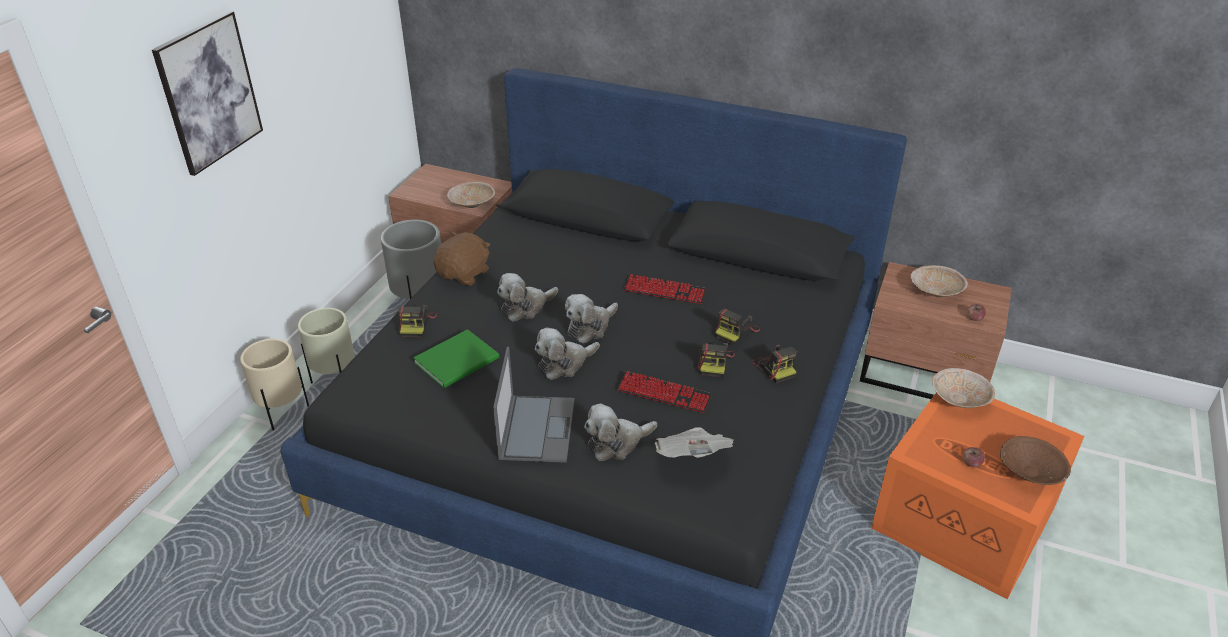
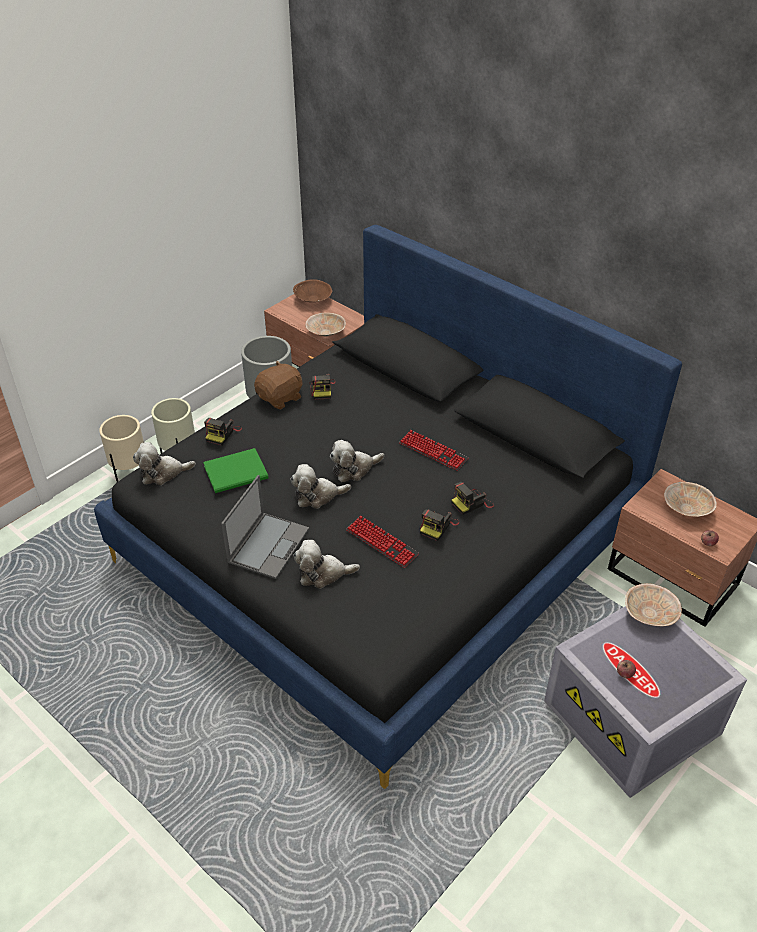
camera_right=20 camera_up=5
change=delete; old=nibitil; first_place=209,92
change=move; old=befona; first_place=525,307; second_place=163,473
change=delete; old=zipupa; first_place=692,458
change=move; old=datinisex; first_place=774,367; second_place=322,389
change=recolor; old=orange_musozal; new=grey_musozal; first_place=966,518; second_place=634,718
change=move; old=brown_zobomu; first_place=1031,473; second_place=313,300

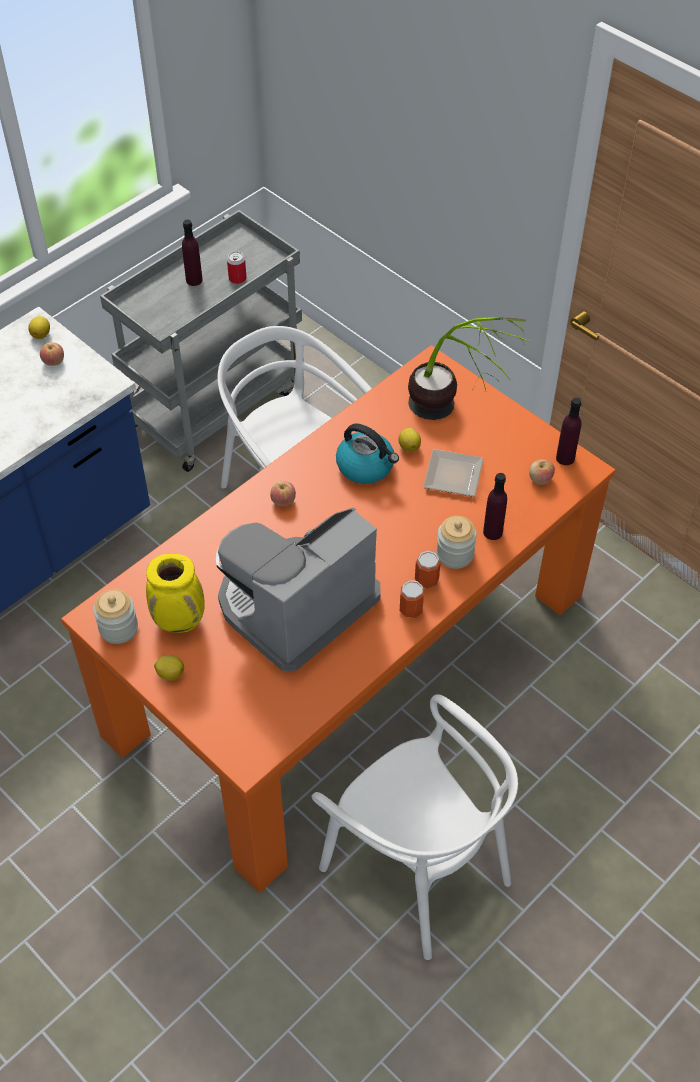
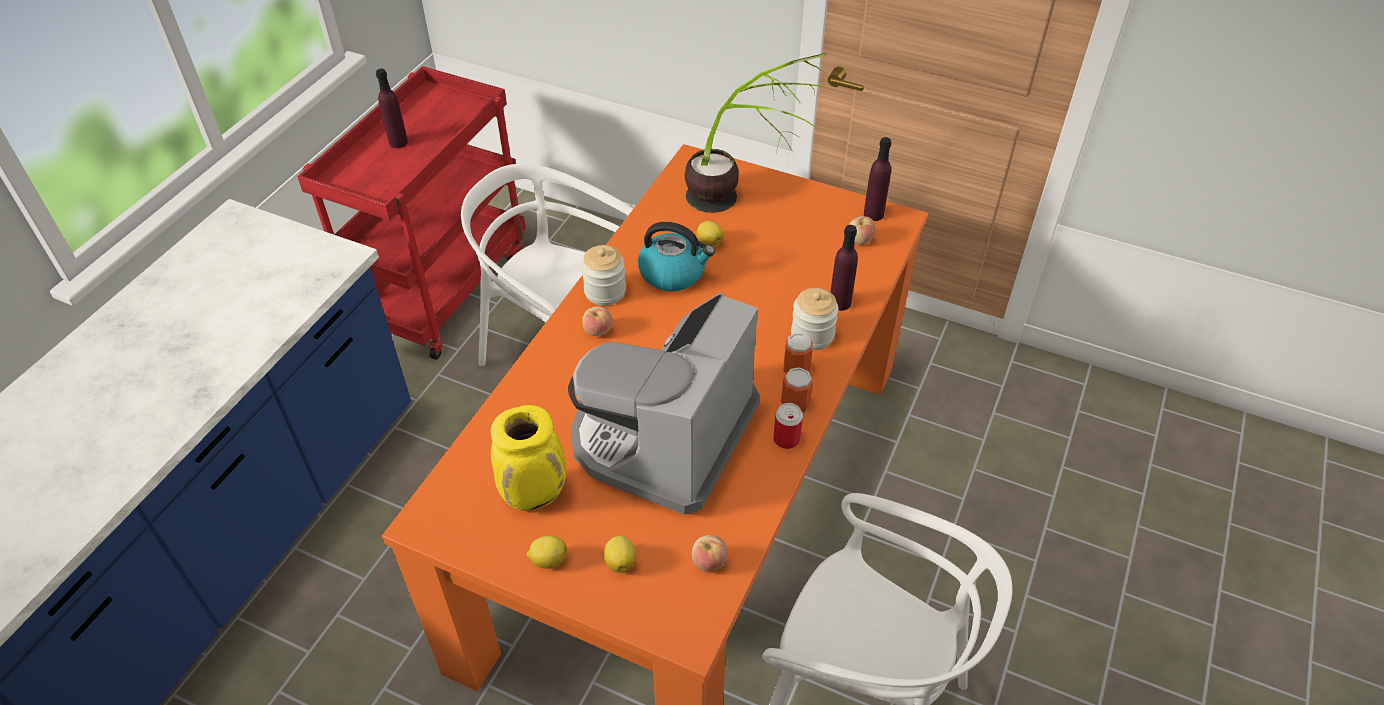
camera_right=-20 camera_up=-5
change=move; old=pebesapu; first_place=41,334; second_place=620,561
change=move; old=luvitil; first_place=53,362; second_place=709,562
change=move; old=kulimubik; first_place=118,628; second_place=605,291
change=recolor; old=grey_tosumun; new=red_tosumun; first_place=216,406; second_place=442,288
change=move; old=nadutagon; first_place=237,278; second_place=786,439
change=delete; old=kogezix; first_place=451,474

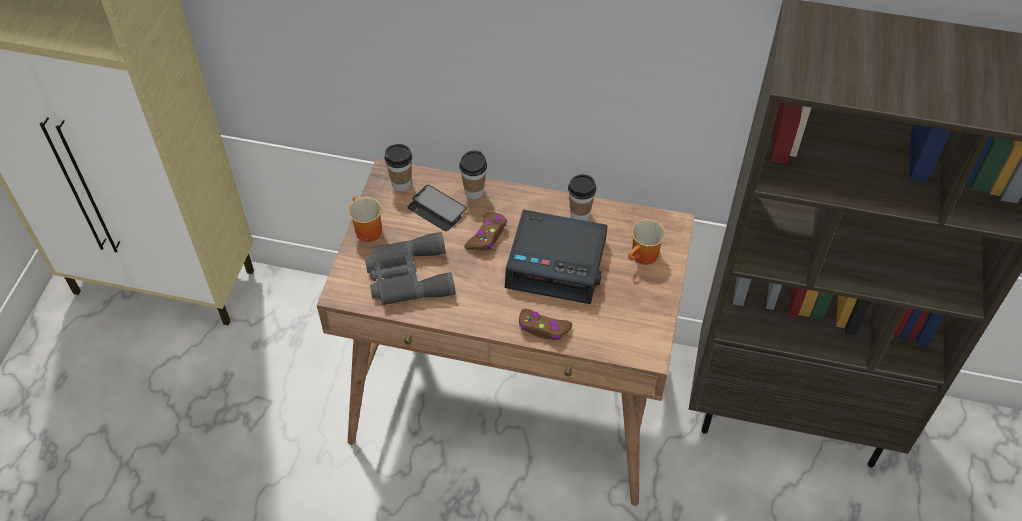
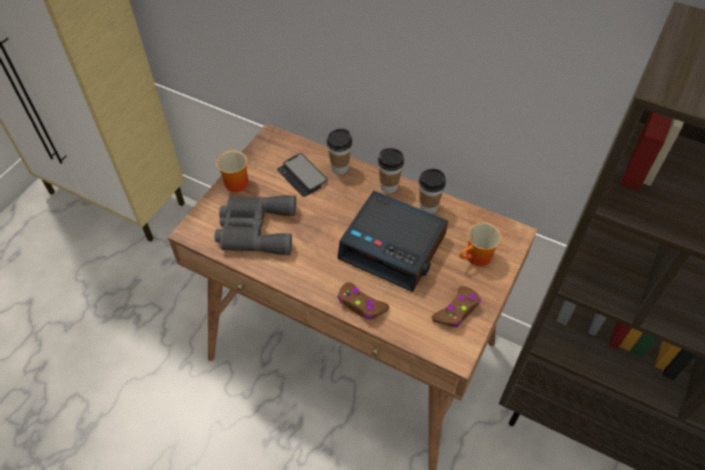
camera_right=15 camera_up=0
change=move; old=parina; first_place=401,184; second_place=389,186
change=move; old=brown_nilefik; first_place=487,236; second_place=457,311

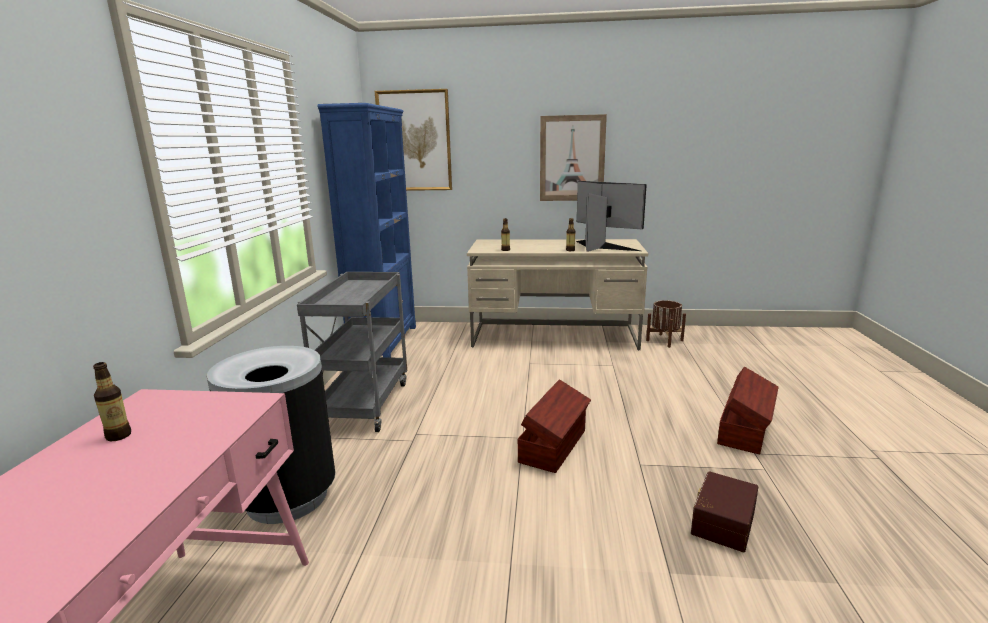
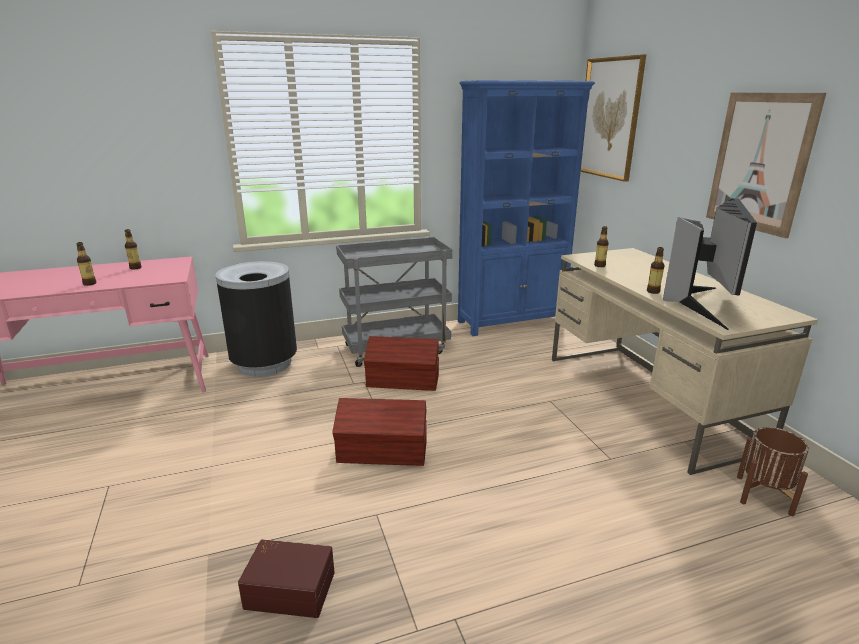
camera_right=65 camera_up=5
change=move; old=brown_musozal; first_place=745,430; second_place=403,381
change=insert; new=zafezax; second_place=90,283

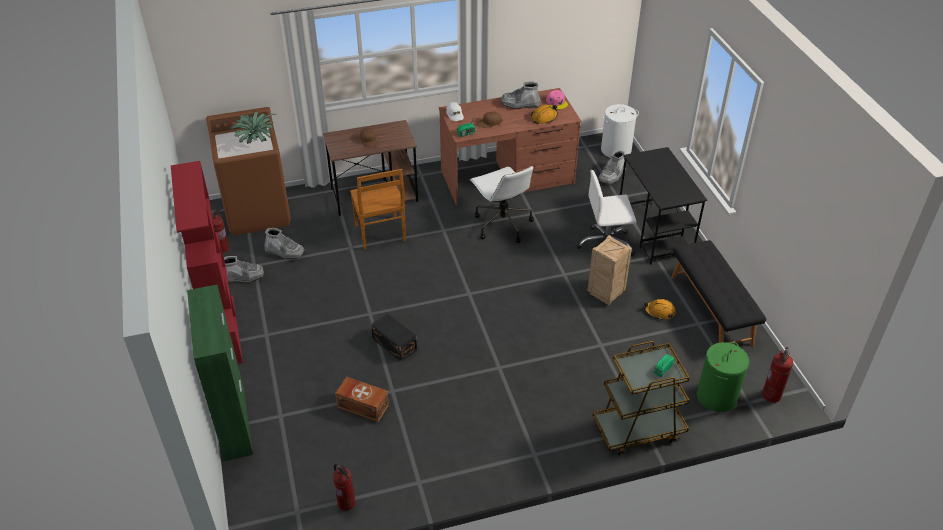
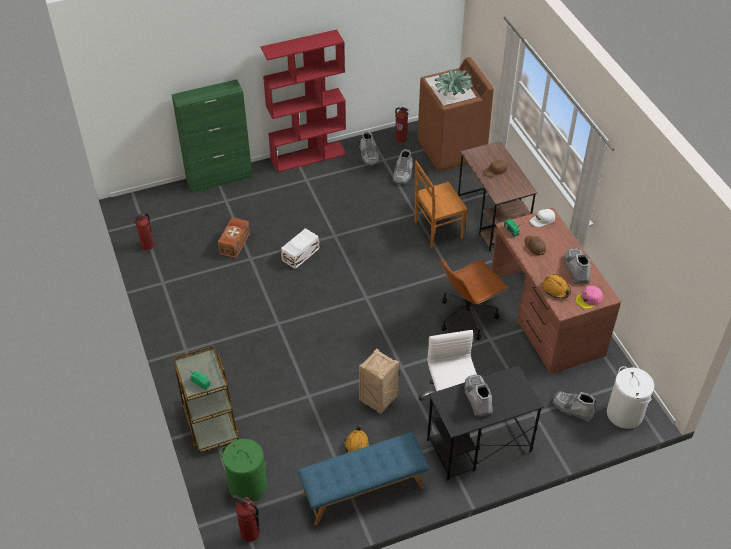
camera_right=85 camera_up=5
change=recolor; old=black_musozal; new=white_musozal; first_place=394,345; second_place=300,254
change=recolor; old=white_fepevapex; new=brown_fepevapex; first_place=502,224; second_place=467,316
change=recolor; old=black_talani; new=blue_talani; first_place=711,310; second_place=363,491
change=insert; new=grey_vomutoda; second_place=477,398

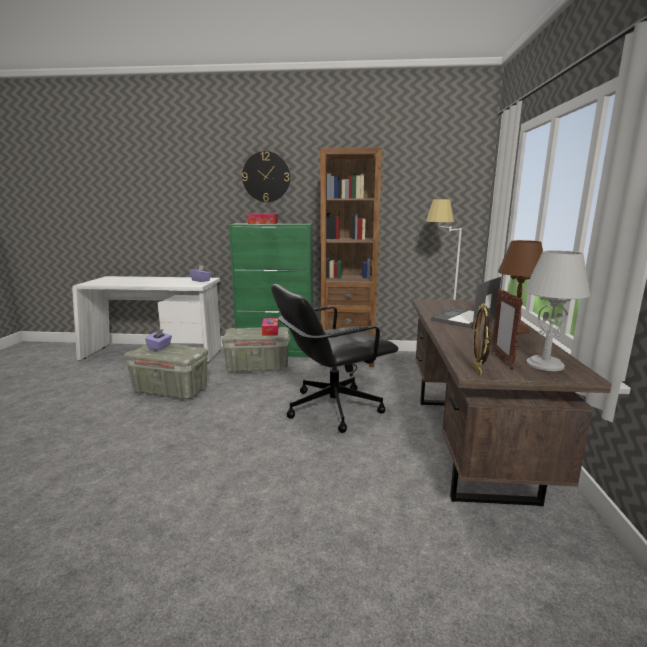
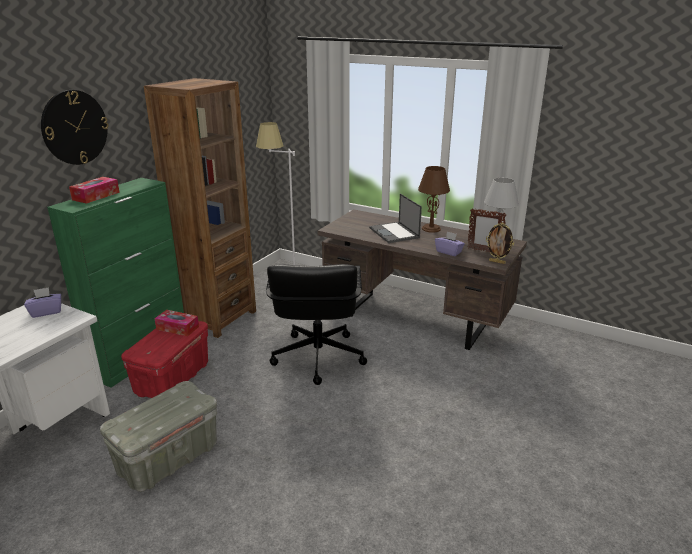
camera_right=-65 camera_up=10
change=move; old=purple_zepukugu; first_place=160,347; second_place=449,252
change=recolor; old=grey_musozal; new=red_musozal; first_place=258,367; second_place=172,378

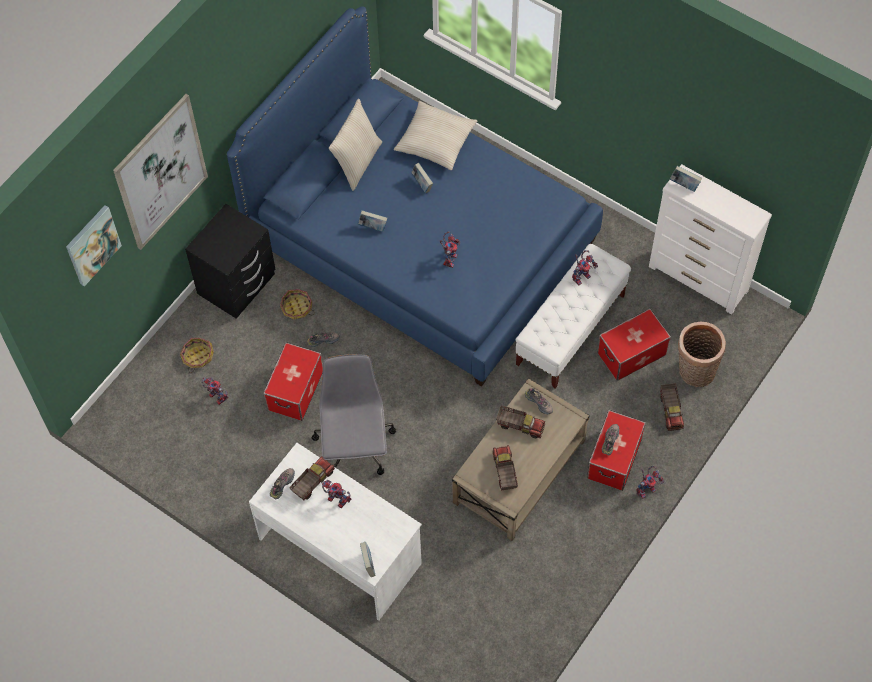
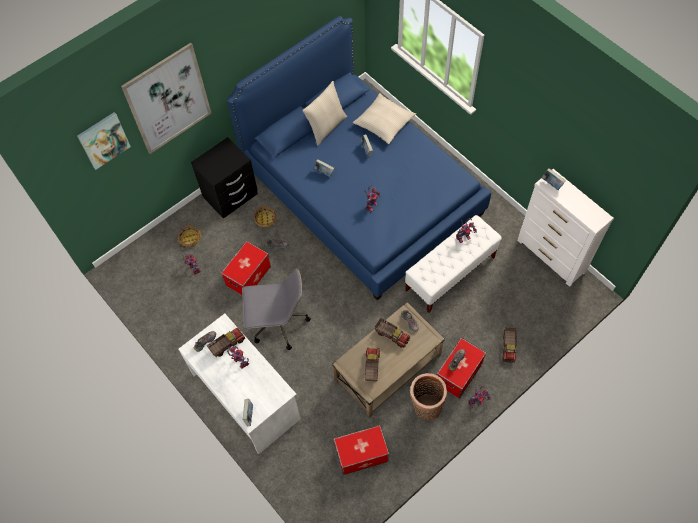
camera_right=15 camera_up=0
change=rotate; old=grey_fepevapex; first_place=355,446; second_place=278,324; degrees=75
change=move; old=musozal; first_place=631,354; second_place=361,454
change=move; old=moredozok; first_place=694,372; second_place=425,406

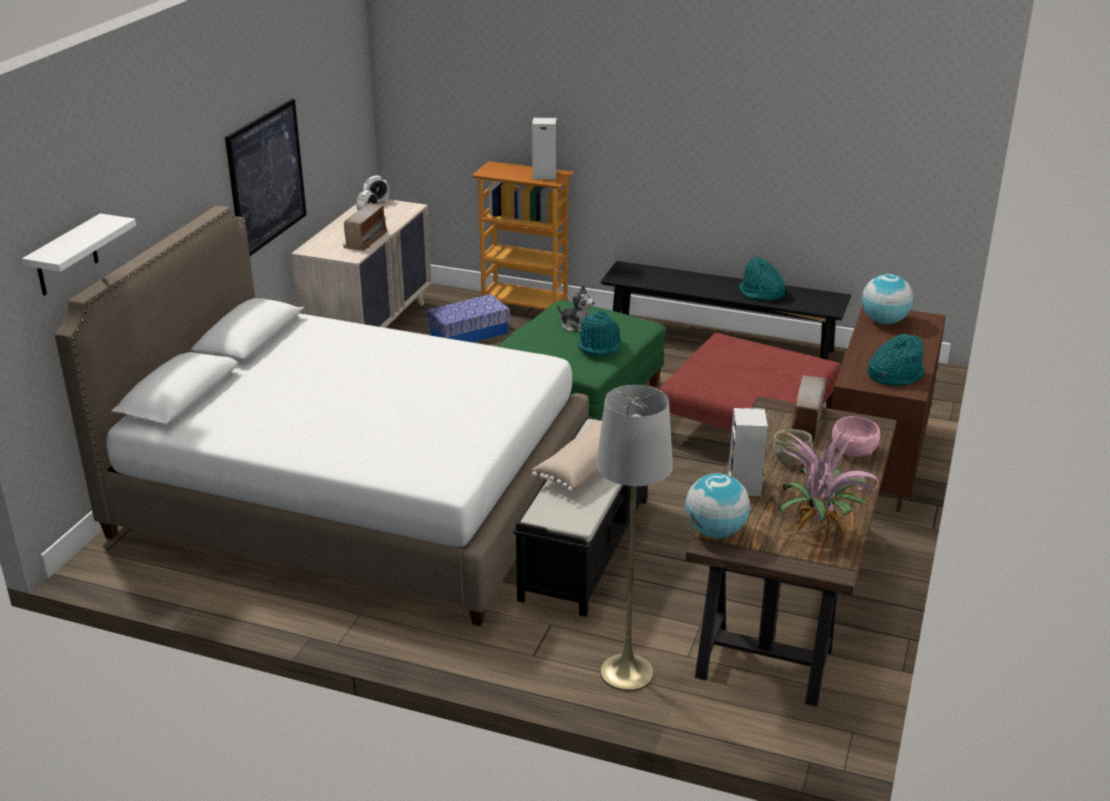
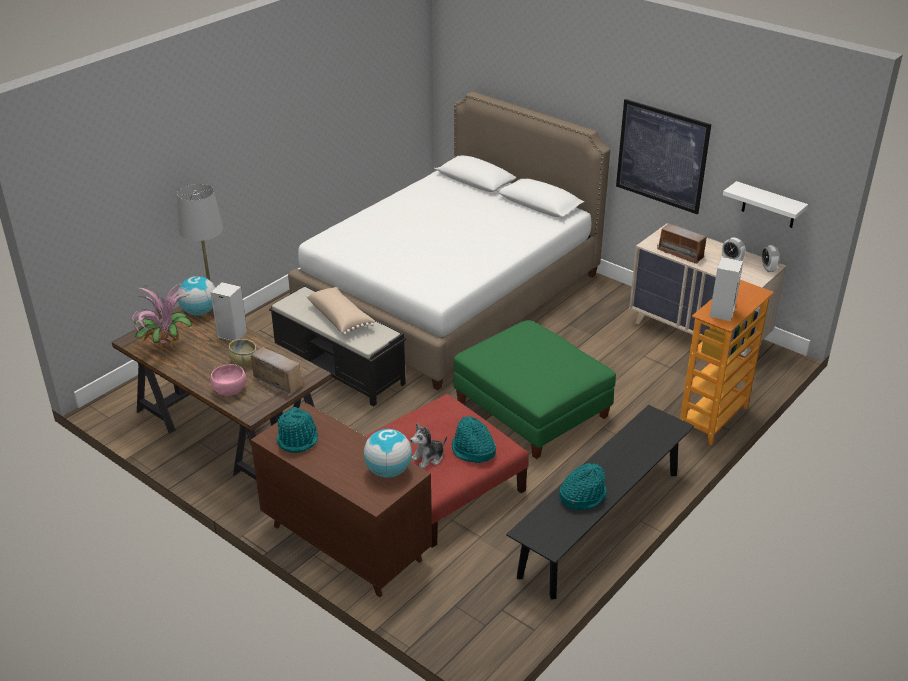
camera_right=110 camera_up=5
change=move; old=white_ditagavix; first_place=66,256; second_place=769,205
change=delete; old=musozal; first_place=469,333
change=move; old=befona; first_place=577,326; second_place=428,458
change=move; old=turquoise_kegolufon; first_place=600,346; second_place=473,451

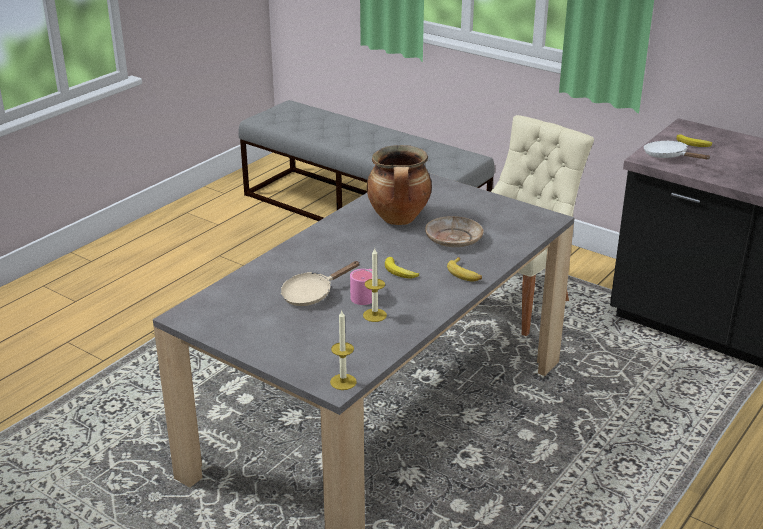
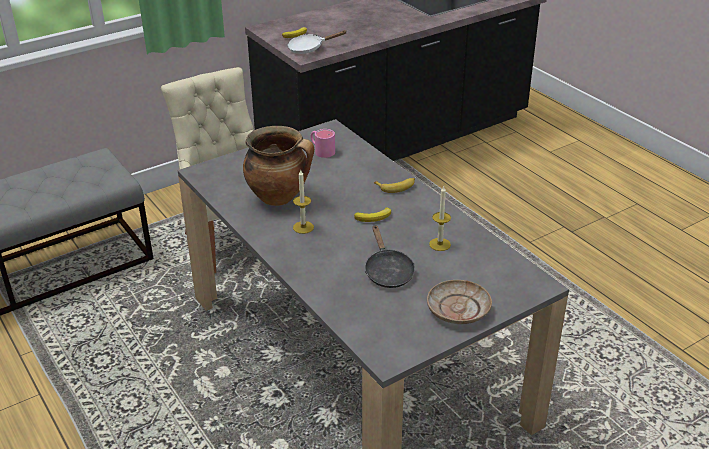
camera_right=-70 camera_up=5
change=recolor; old=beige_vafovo; new=black_vafovo; first_place=311,294; second_place=387,271
change=move; old=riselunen; first_place=343,382; second_place=303,227
change=move; old=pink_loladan; first_place=365,295; second_place=321,150
change=move; old=beige_kogezix; first_place=453,239; second_place=458,309

